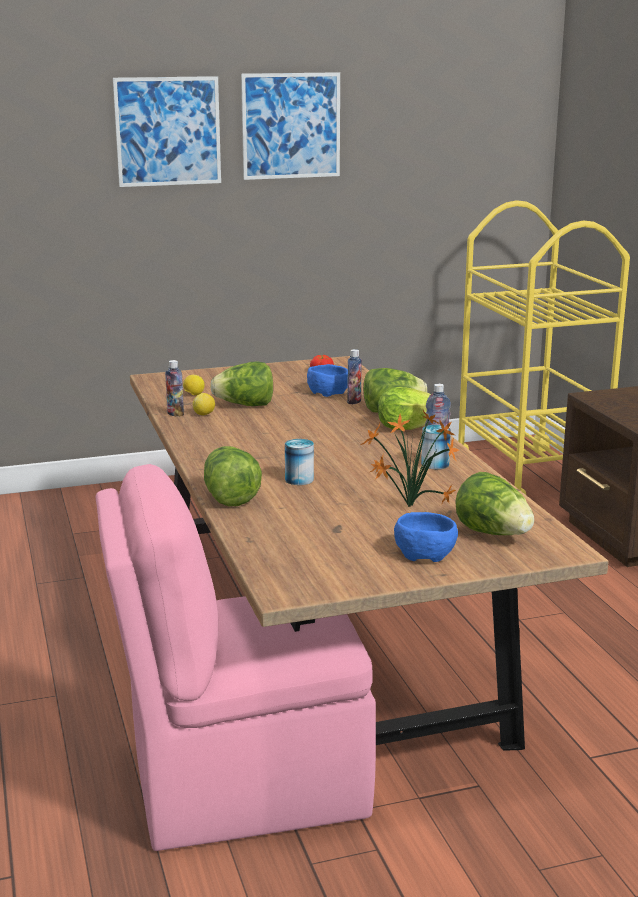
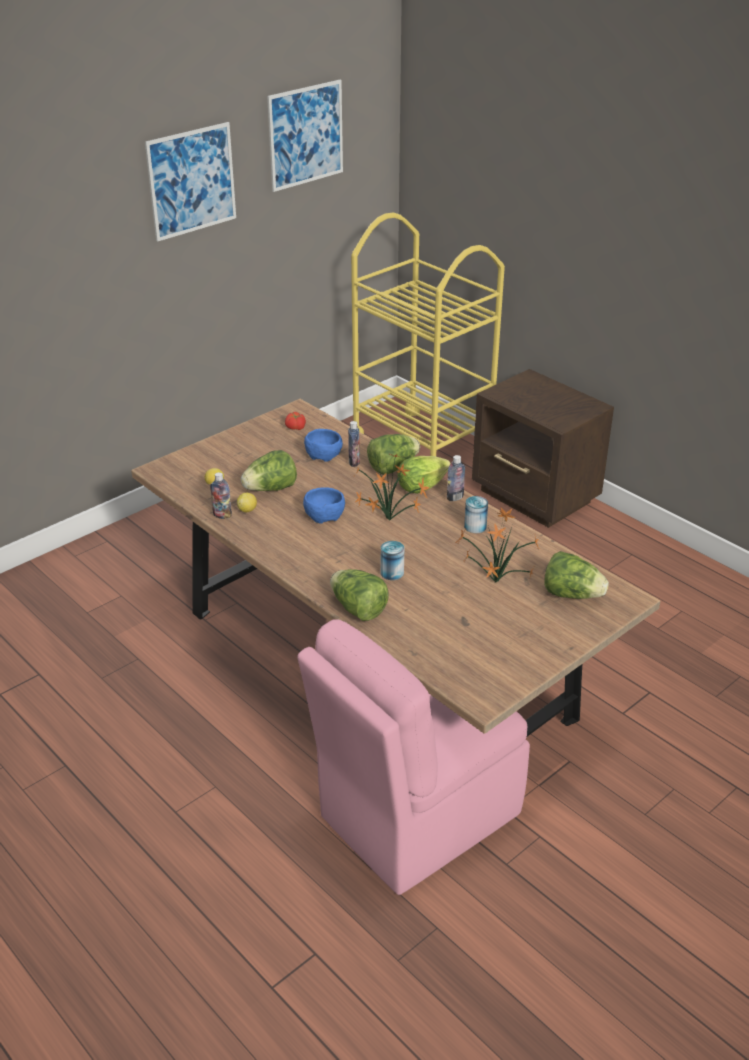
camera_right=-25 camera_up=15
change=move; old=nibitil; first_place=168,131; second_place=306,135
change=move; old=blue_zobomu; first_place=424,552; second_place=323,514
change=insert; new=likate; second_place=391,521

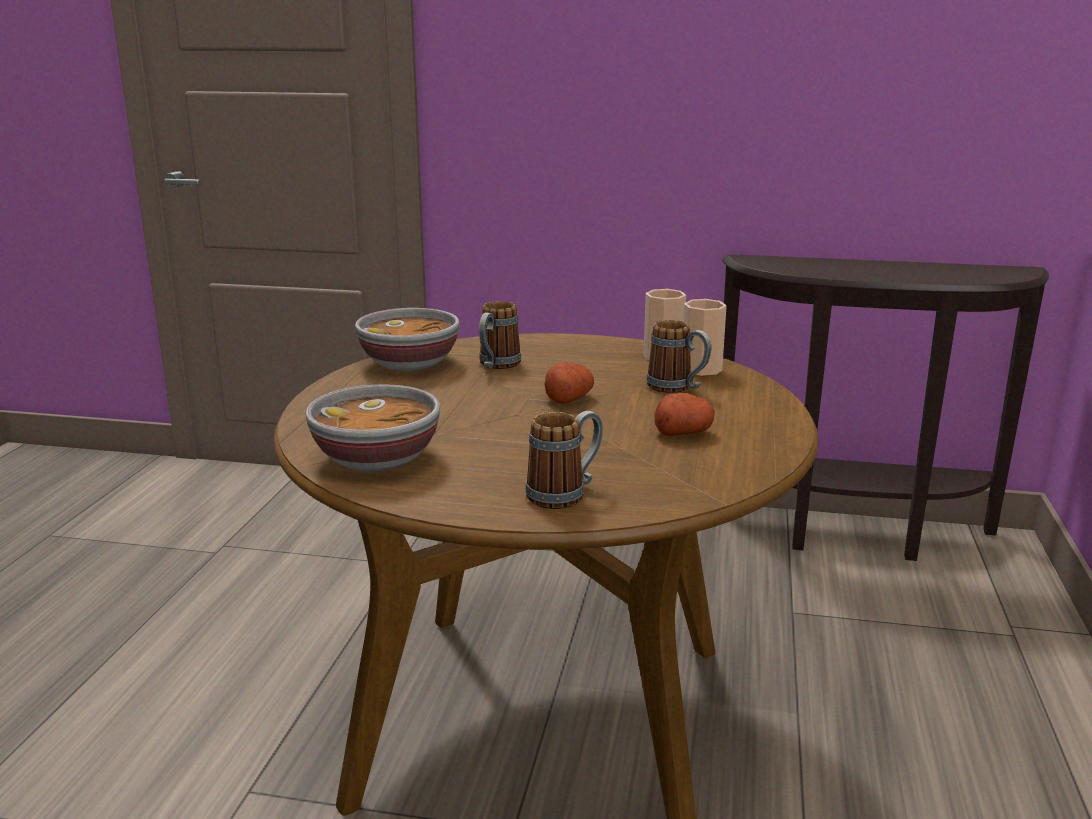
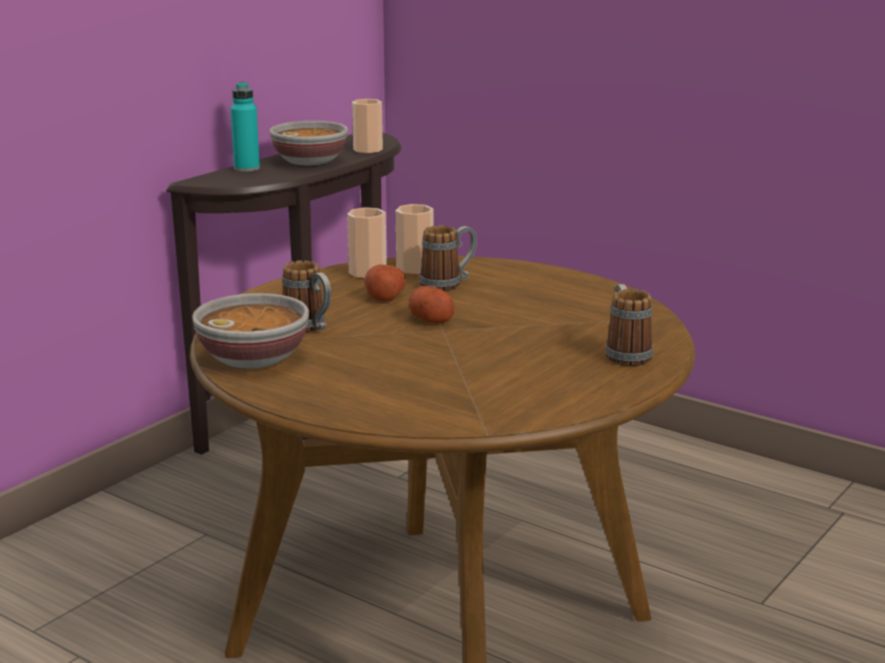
camera_right=-65 camera_up=0
change=move; old=zobomu; first_place=377,459; second_place=310,161
change=move; old=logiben; first_place=683,432; second_place=385,296
change=insert; new=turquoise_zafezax; second_place=246,168
change=insert; new=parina; second_place=368,150

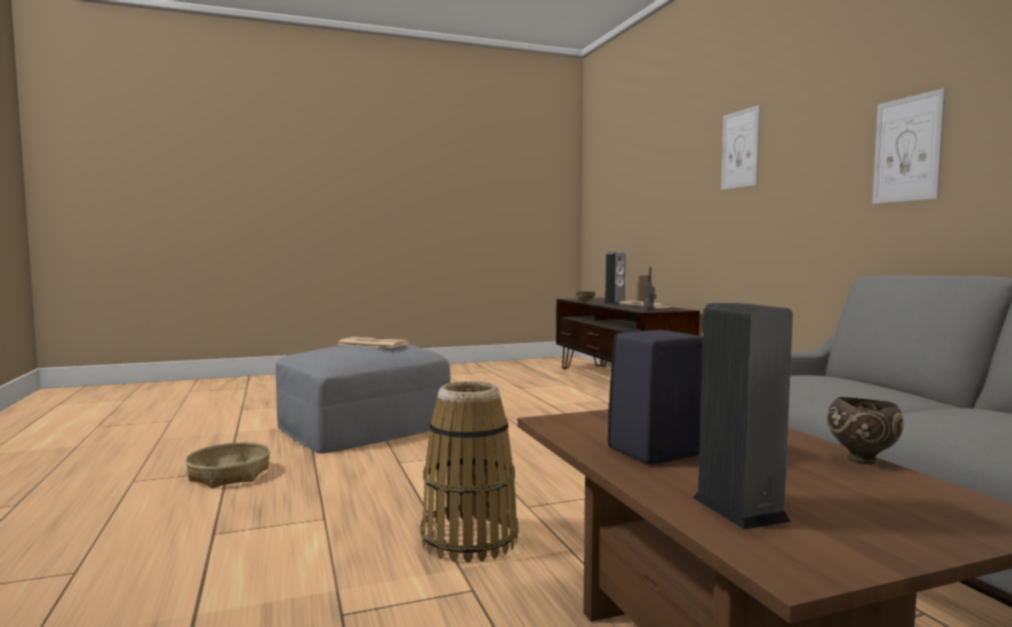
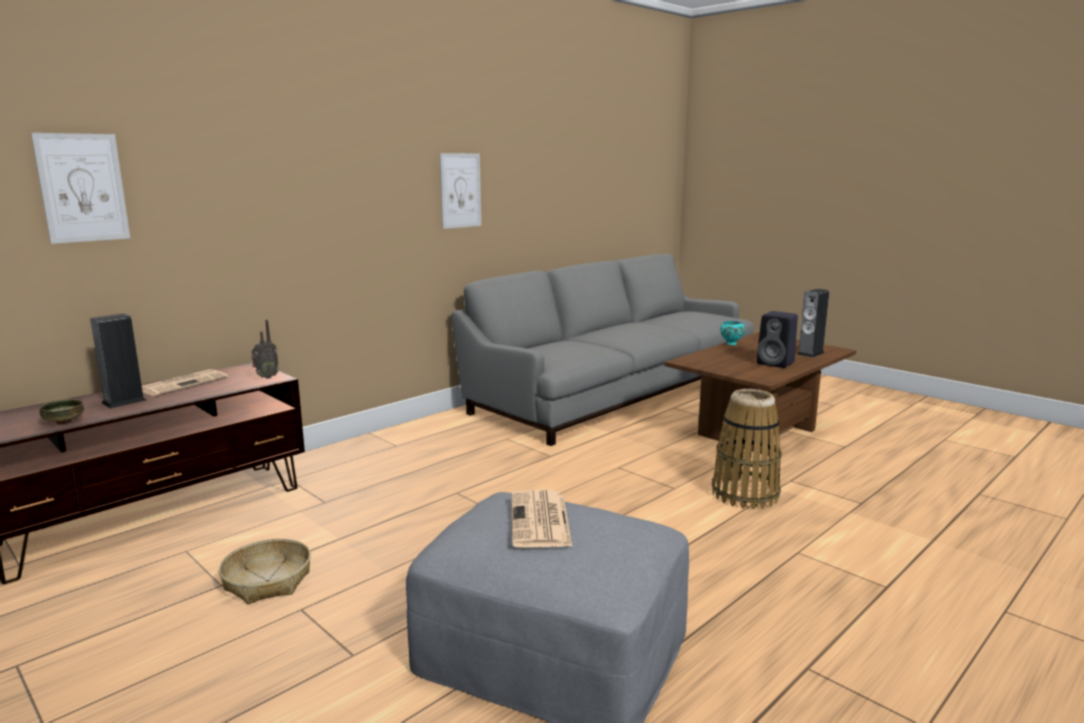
camera_right=-115 camera_up=10
change=move; old=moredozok; first_place=230,475; second_place=267,581
change=move; old=nibitil; first_place=740,149; second_place=82,188
change=recolor; old=brown_zobomu; new=turquoise_zobomu; first_place=863,460; second_place=731,344

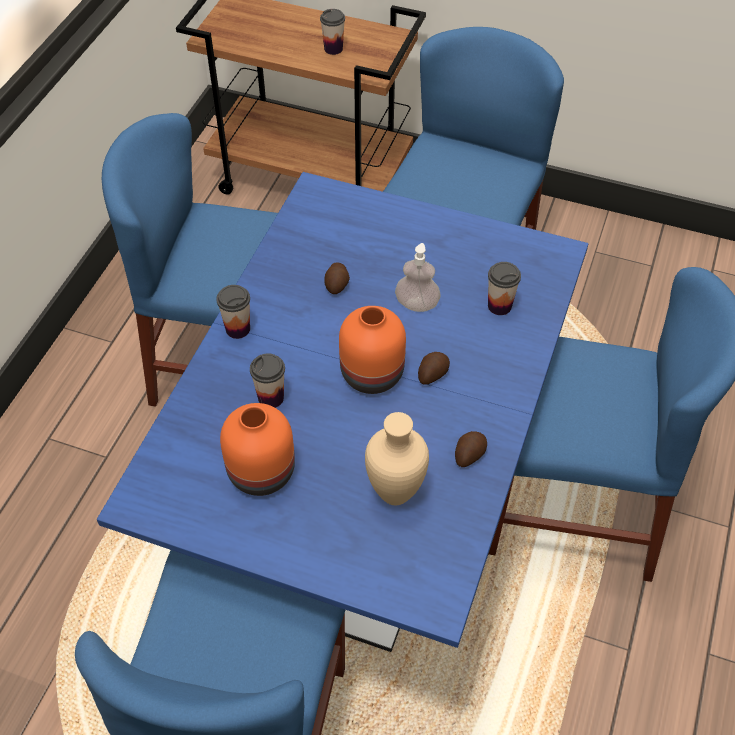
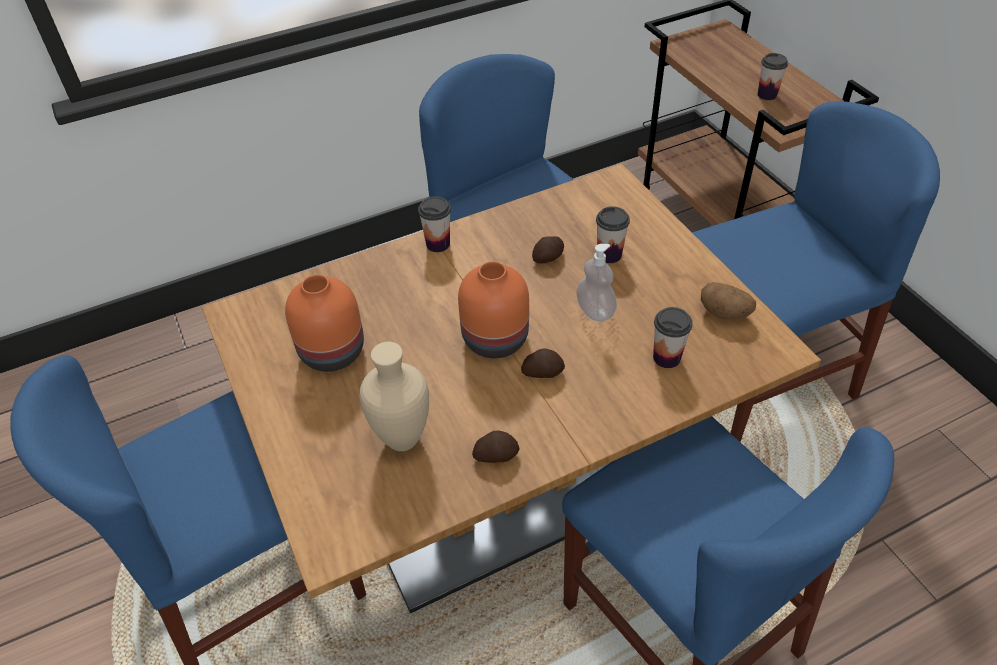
camera_right=45 camera_up=-5
change=recolor; old=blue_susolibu; new=brown_susolibu; first_place=367,512; second_place=504,495
change=move; old=parina; first_place=271,398; second_place=609,255
change=insert; new=logiben; second_place=725,313

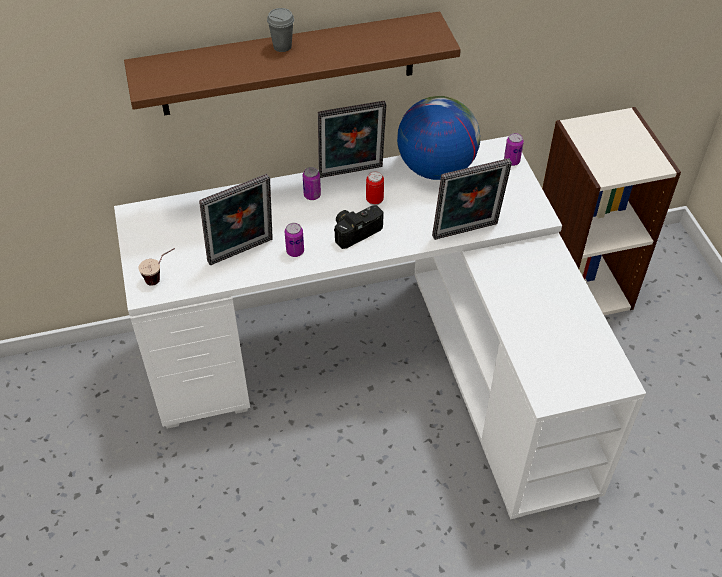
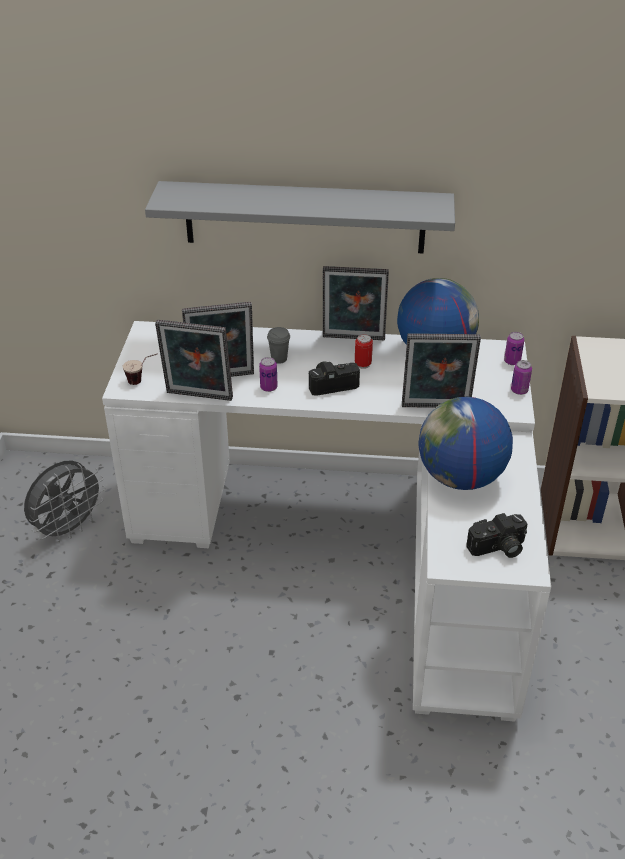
camera_right=20 camera_up=-10
change=recolor; old=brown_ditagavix; new=grey_ditagavix; first_place=288,64; second_place=304,217
change=move; old=grey_parina; first_place=282,46; second_place=279,359
change=move; old=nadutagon; first_place=312,195; second_place=519,390
change=insert; new=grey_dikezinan; second_place=69,528
change=insert; new=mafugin; second_place=198,397
change=insert; new=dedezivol; second_place=460,478
change=insert; new=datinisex; second_place=498,548

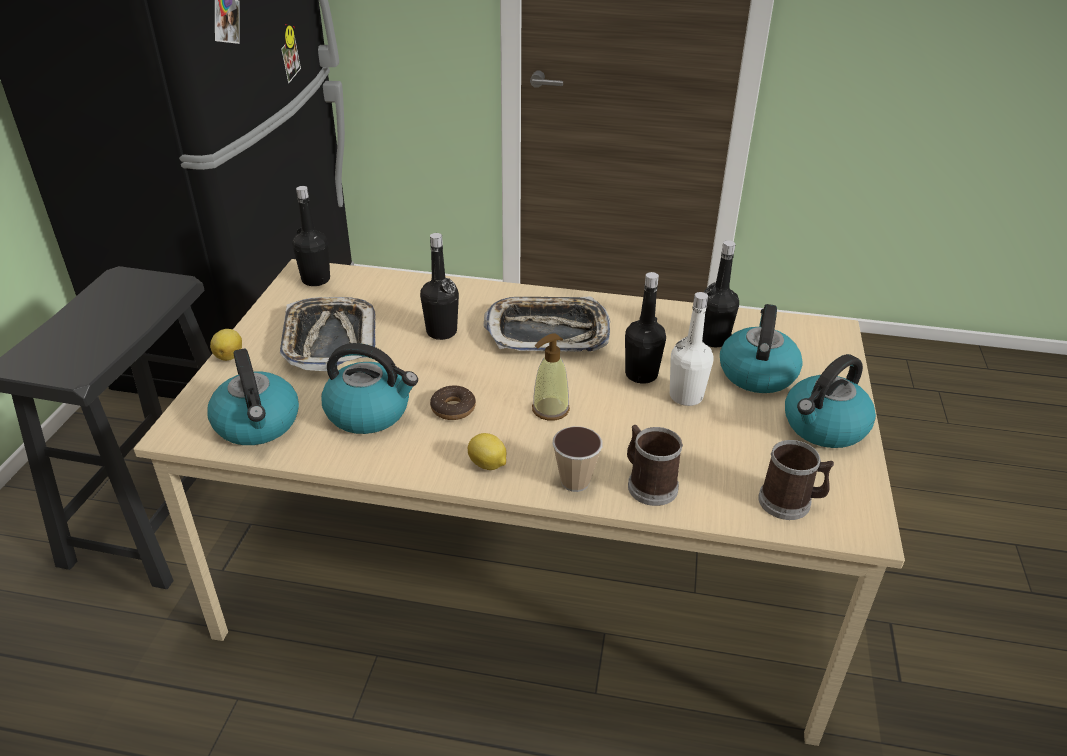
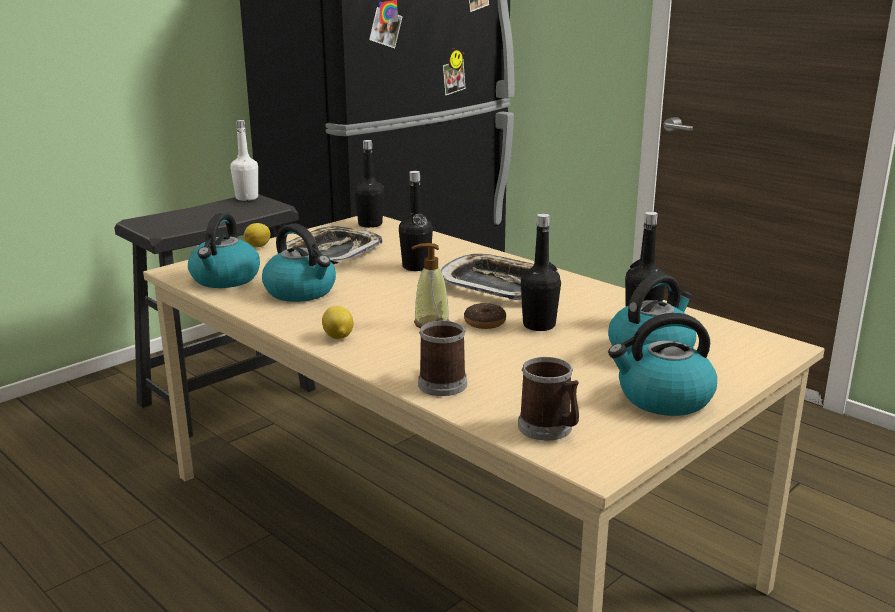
camera_right=35 camera_up=-15
change=move; old=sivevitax; first_place=453,408; second_place=485,322
change=delete; old=parina; first_place=575,481
change=move; old=white_zafezax; first_place=686,396; second_place=247,198

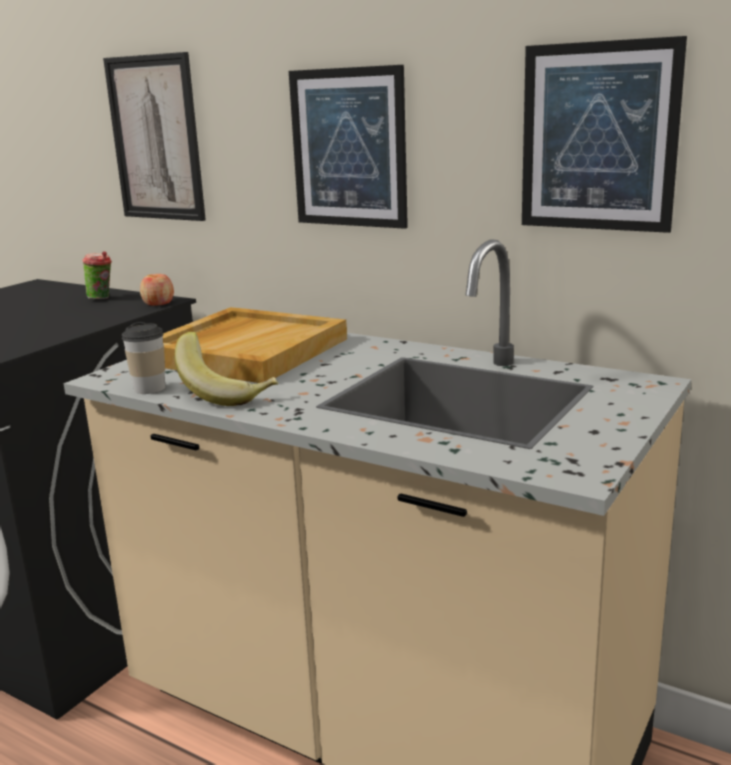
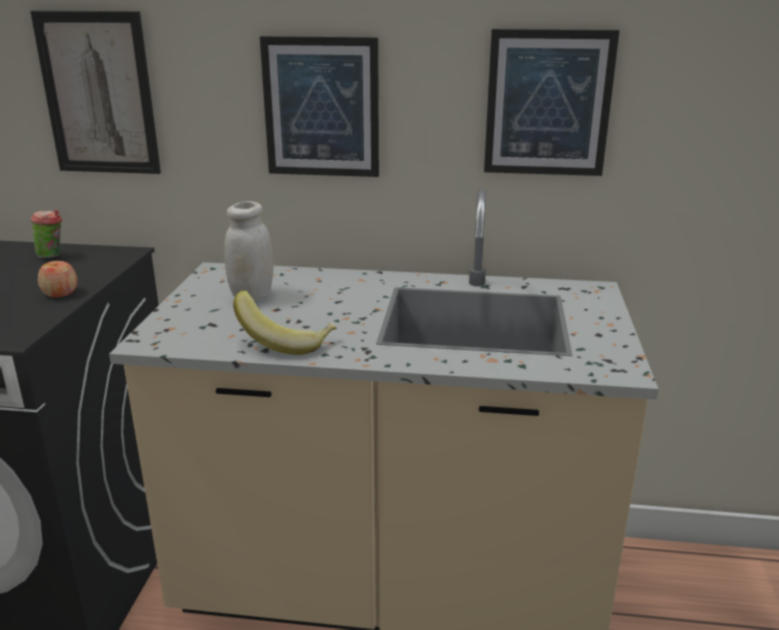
camera_right=-25 camera_up=5
change=delete; old=parina; first_place=149,388
change=move; old=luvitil; first_place=158,303; second_place=60,293
change=replace; old=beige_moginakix; new=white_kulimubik; first_place=246,350; second_place=252,296

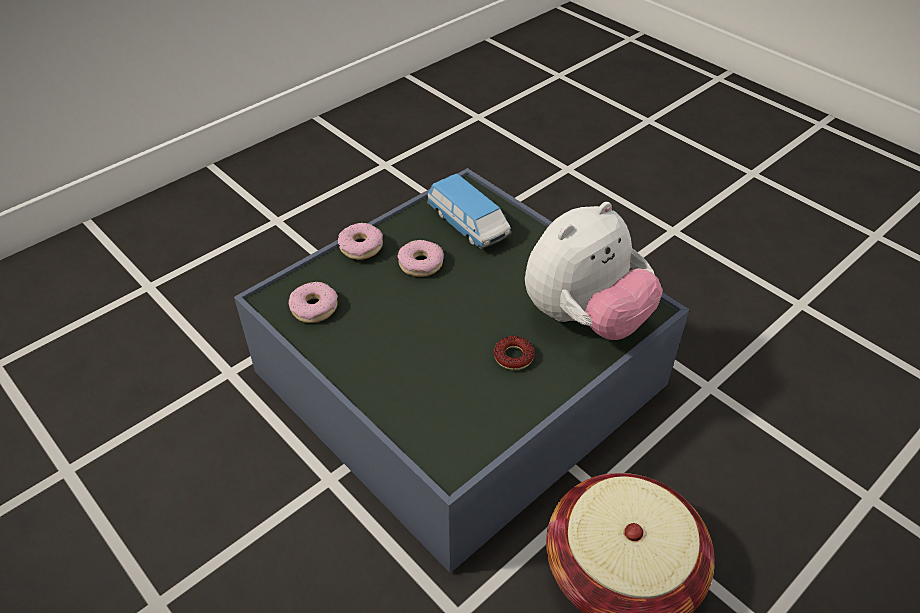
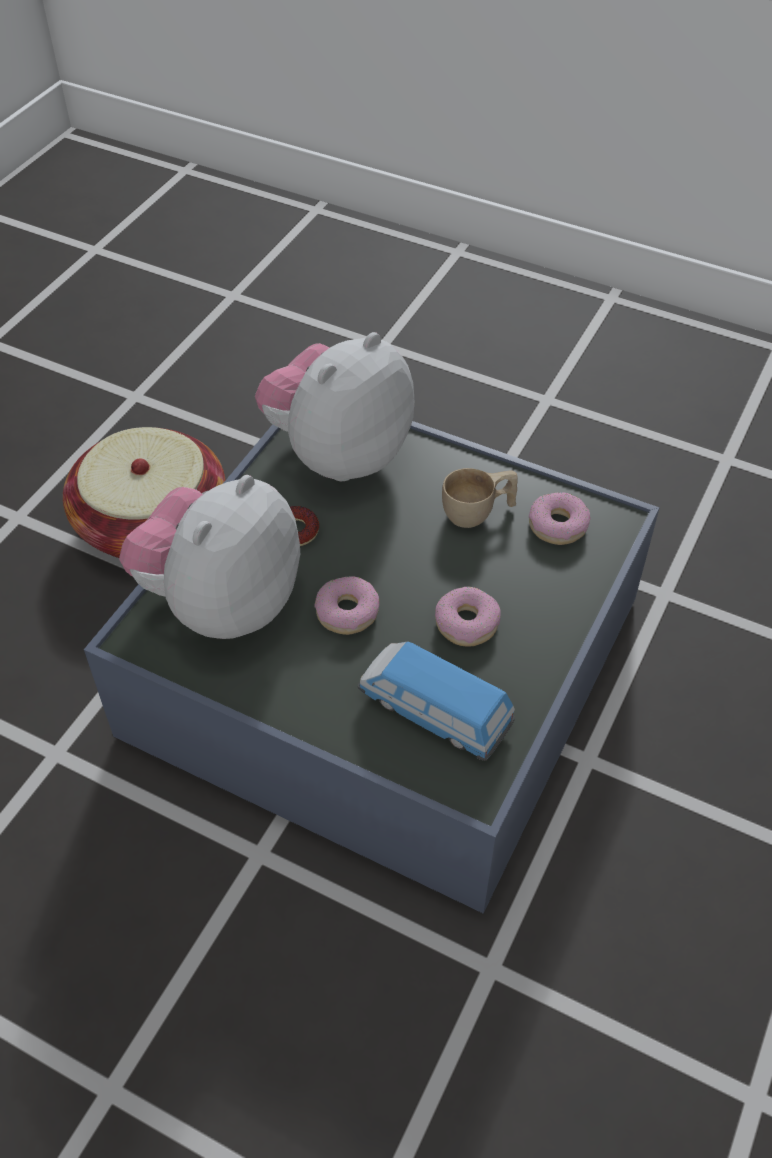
camera_right=160 camera_up=5
change=move; old=sivevitax; first_place=361,247; second_place=347,611
change=insert; new=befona; second_place=338,454
change=insert; new=beige_parina; second_place=478,513

